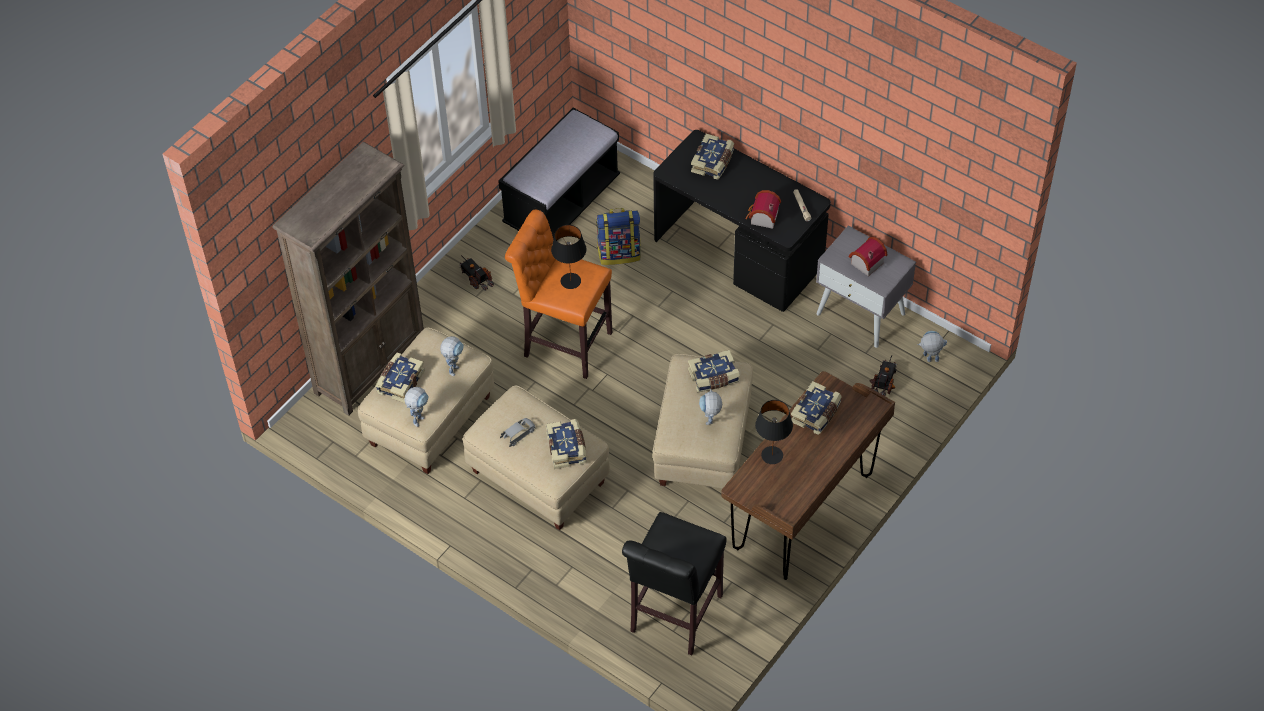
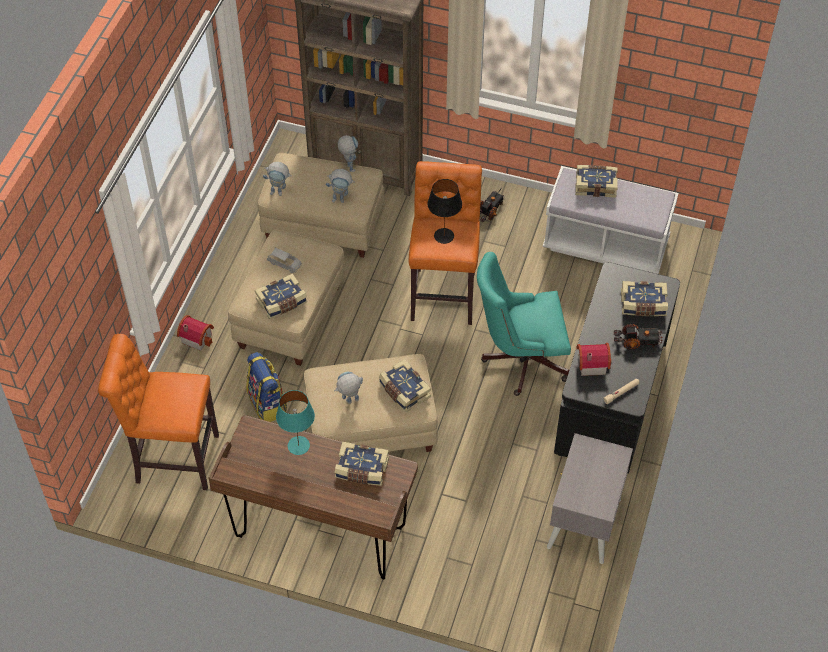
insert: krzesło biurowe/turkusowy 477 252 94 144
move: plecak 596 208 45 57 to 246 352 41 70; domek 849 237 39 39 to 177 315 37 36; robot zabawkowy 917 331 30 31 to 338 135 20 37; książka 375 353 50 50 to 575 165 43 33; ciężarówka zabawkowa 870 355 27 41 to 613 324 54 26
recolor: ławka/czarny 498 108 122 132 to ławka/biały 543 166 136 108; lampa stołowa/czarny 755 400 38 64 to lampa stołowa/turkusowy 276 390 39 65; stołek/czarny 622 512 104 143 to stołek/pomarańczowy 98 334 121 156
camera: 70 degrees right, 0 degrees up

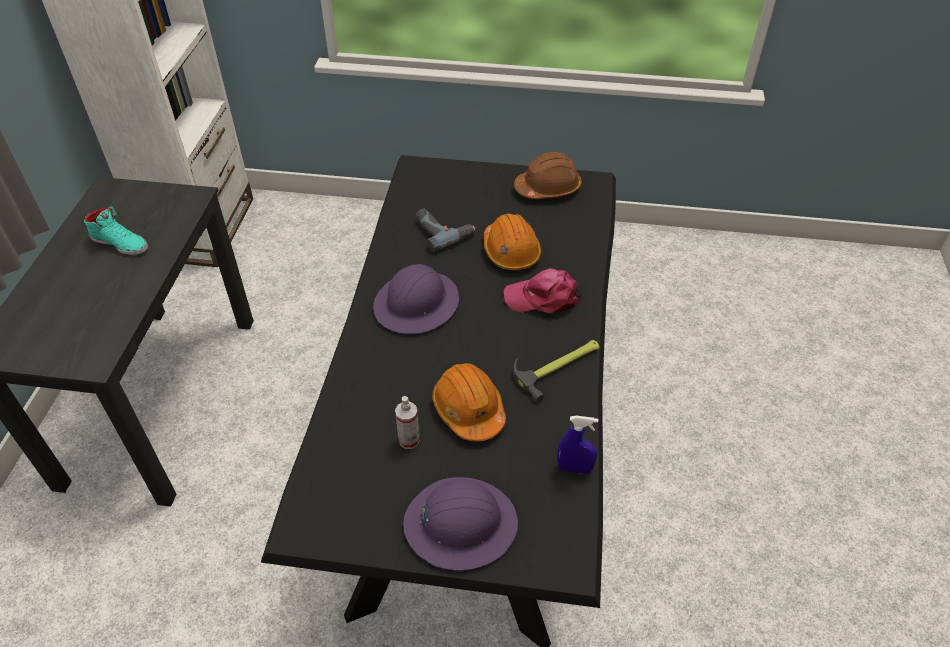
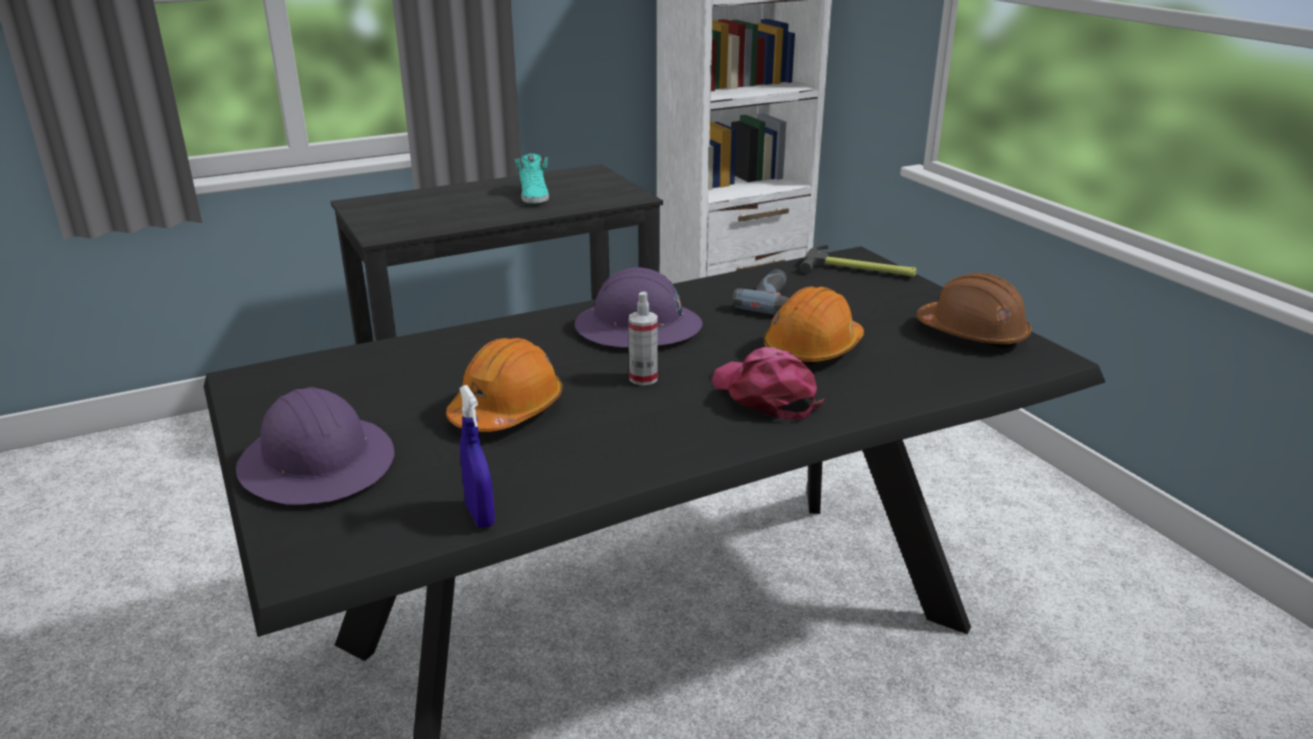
move: młotek 513 340 86 62 to 800 245 117 32; spryskiwacz 395 396 25 53 to 629 291 29 94
camera: 55 degrees right, 20 degrees down

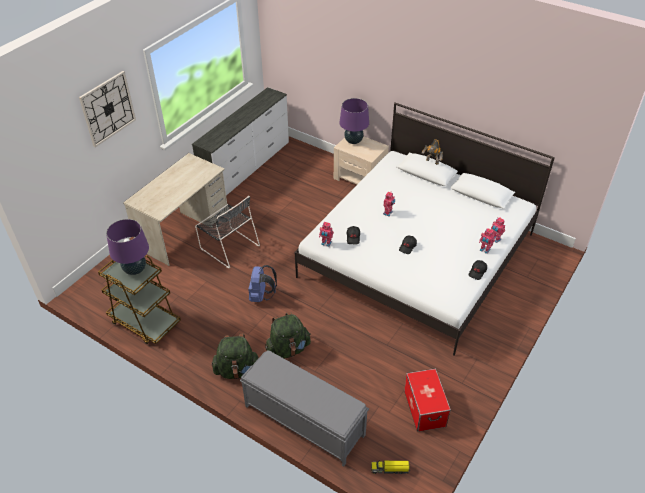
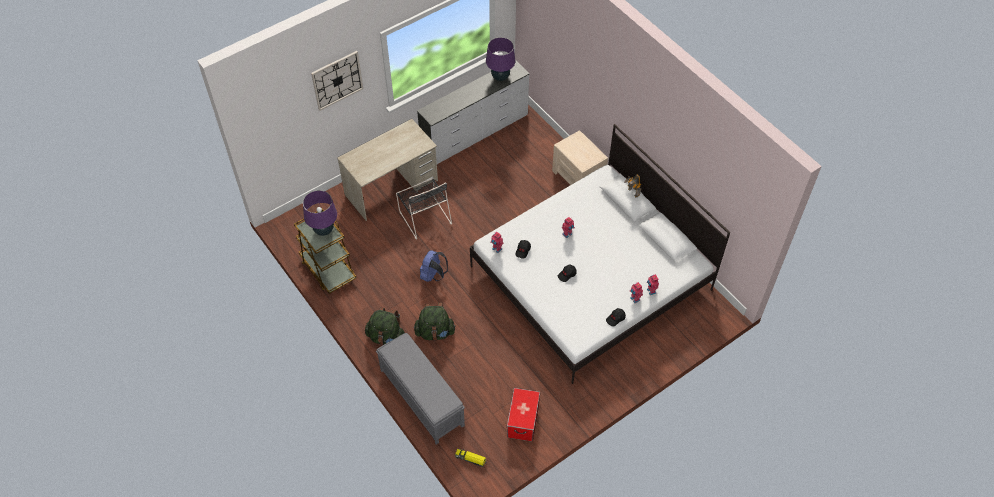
move: lampa stołowa/fioletowy 339 98 30 46 to 486 37 29 44
camera: 20 degrees right, 10 degrees up

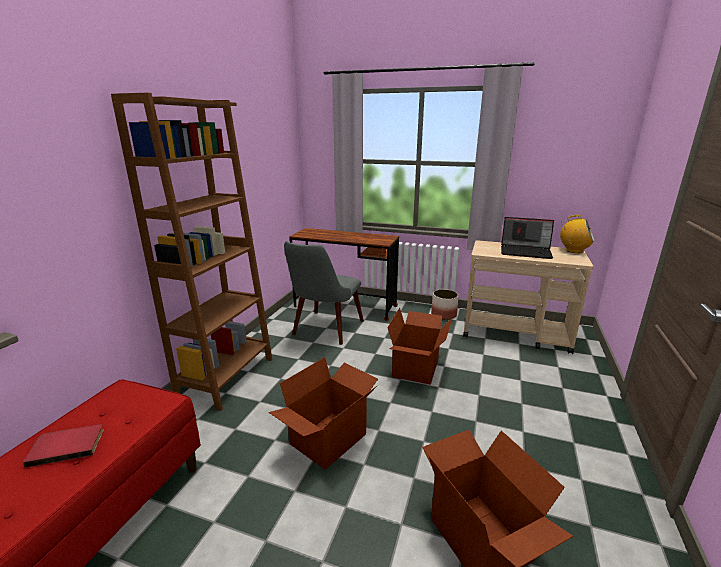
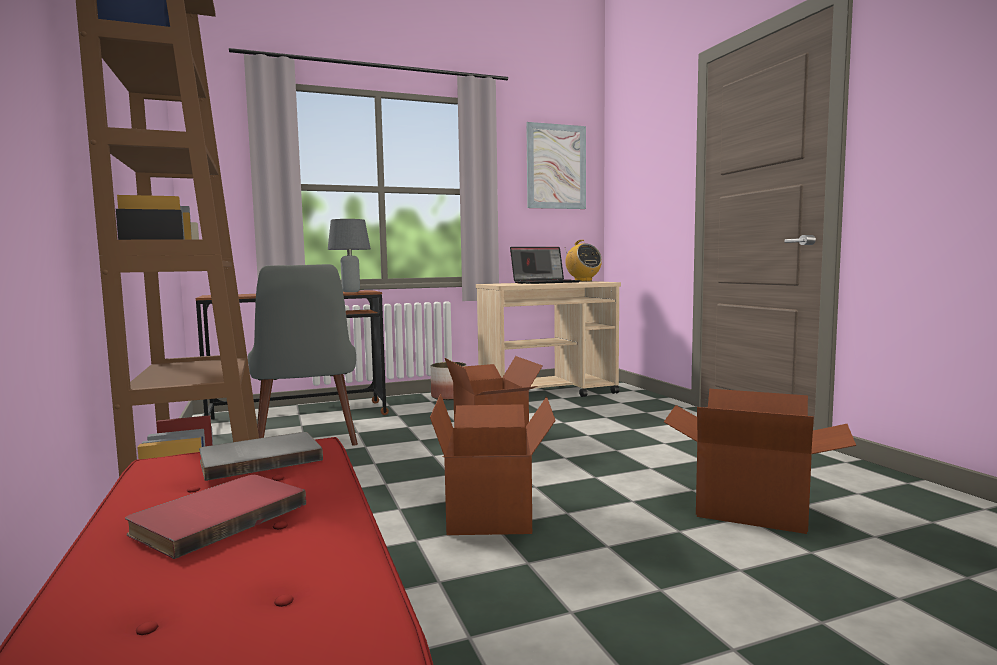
insert: obraz 526 122 60 87; lampa stołowa/szary 328 219 43 73; książka/szary 199 432 124 49
rotate: radio 560 215 34 38 = 565 240 37 41 75 degrees clockwise
camera: 40 degrees left, 15 degrees down

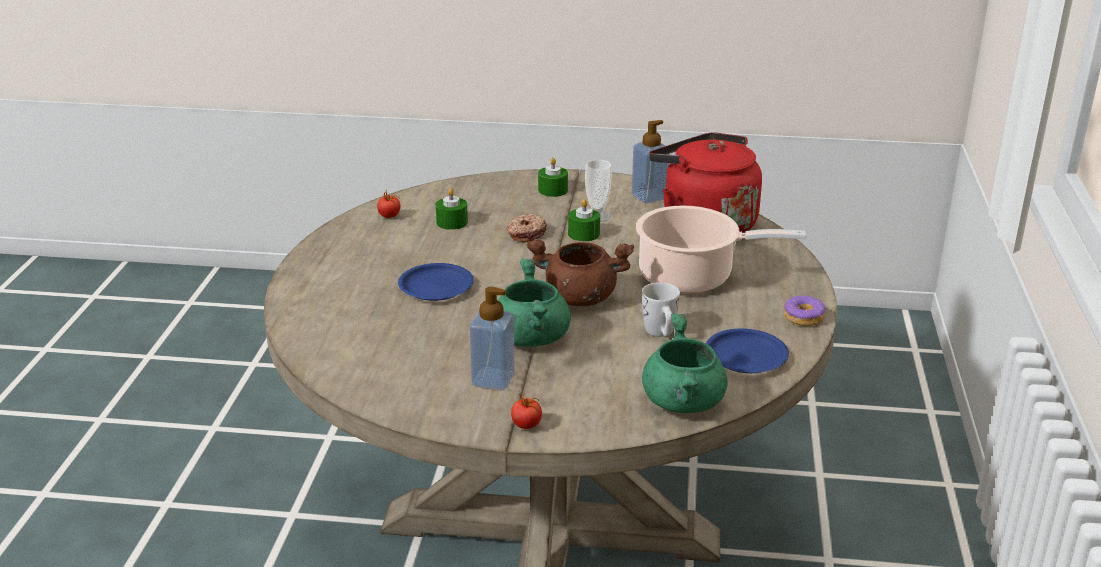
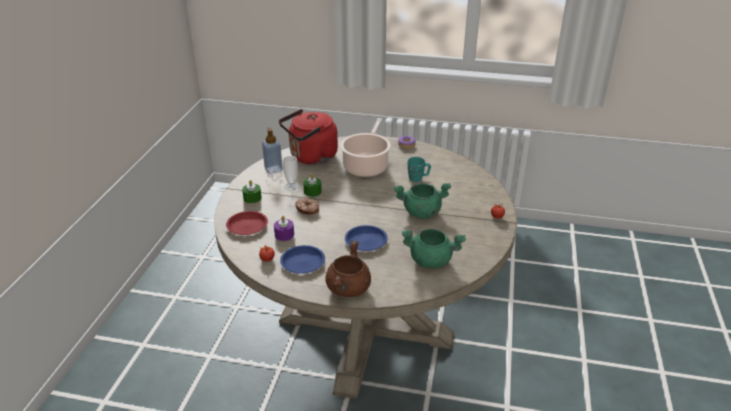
delete: dozownik mydła 469 286 46 104
insert: talerz/czerwony 226 211 42 24
move: garnek/brązowy 526 239 108 68 to 325 240 46 57; garnek/zielony 642 313 86 100 to 402 229 64 39; talerz/niebieski 706 328 83 45 to 280 245 45 29
recolor: świeca/zielony 436 188 32 42 to świeca/fioletowy 274 216 20 25; kubek/biały 642 282 38 55 to kubek/turkusowy 408 157 23 25
camera: 85 degrees left, 5 degrees up

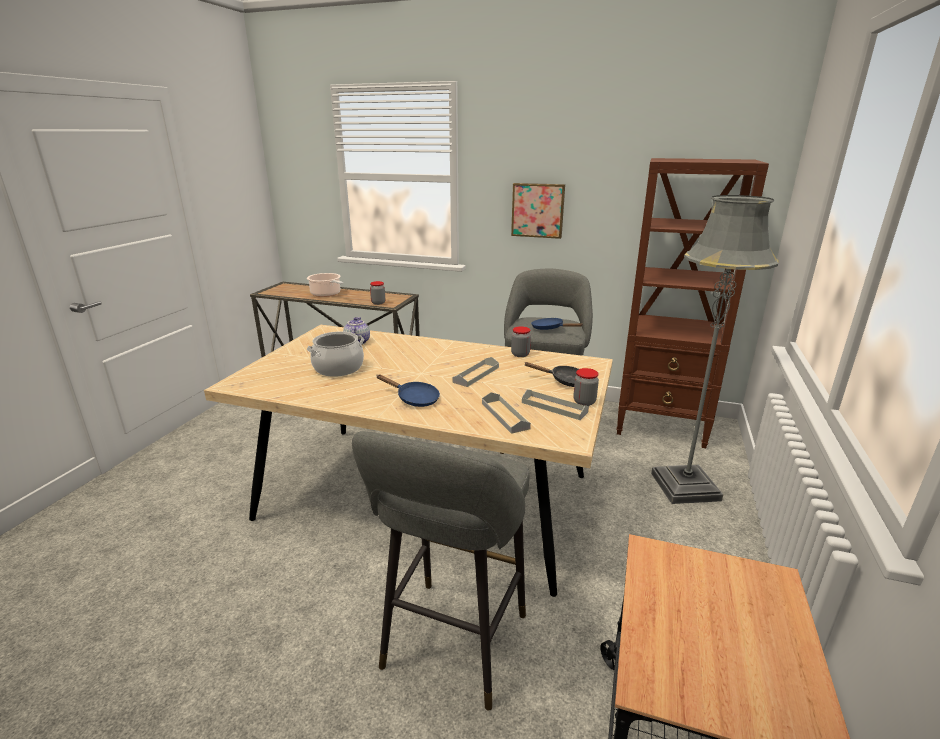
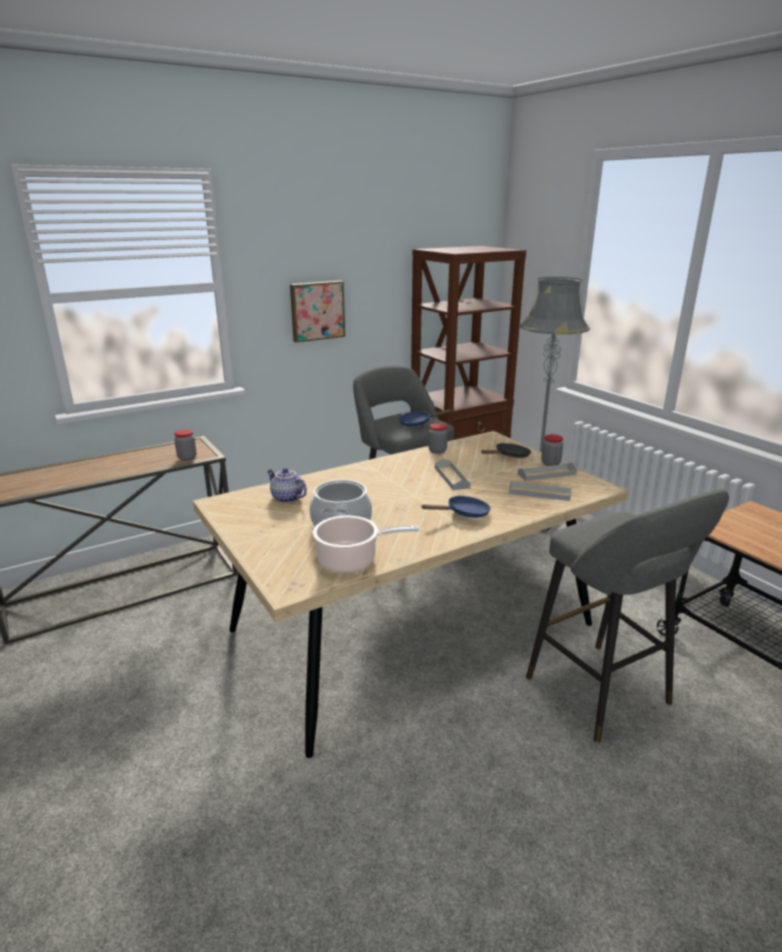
move: garnek 307 273 36 24 to 313 515 106 58
camera: 50 degrees left, 0 degrees up

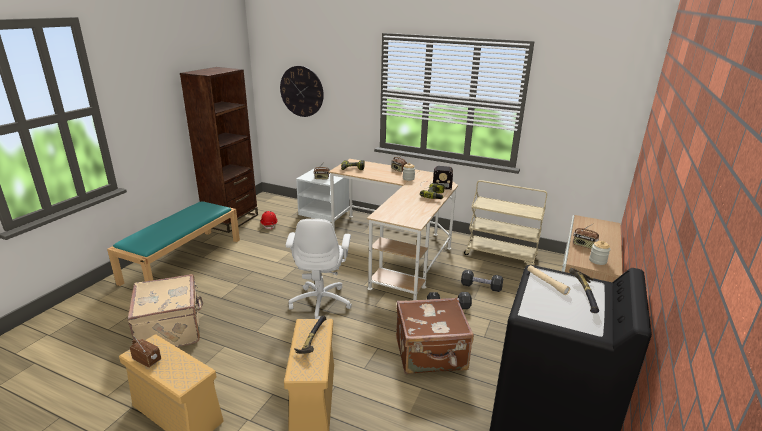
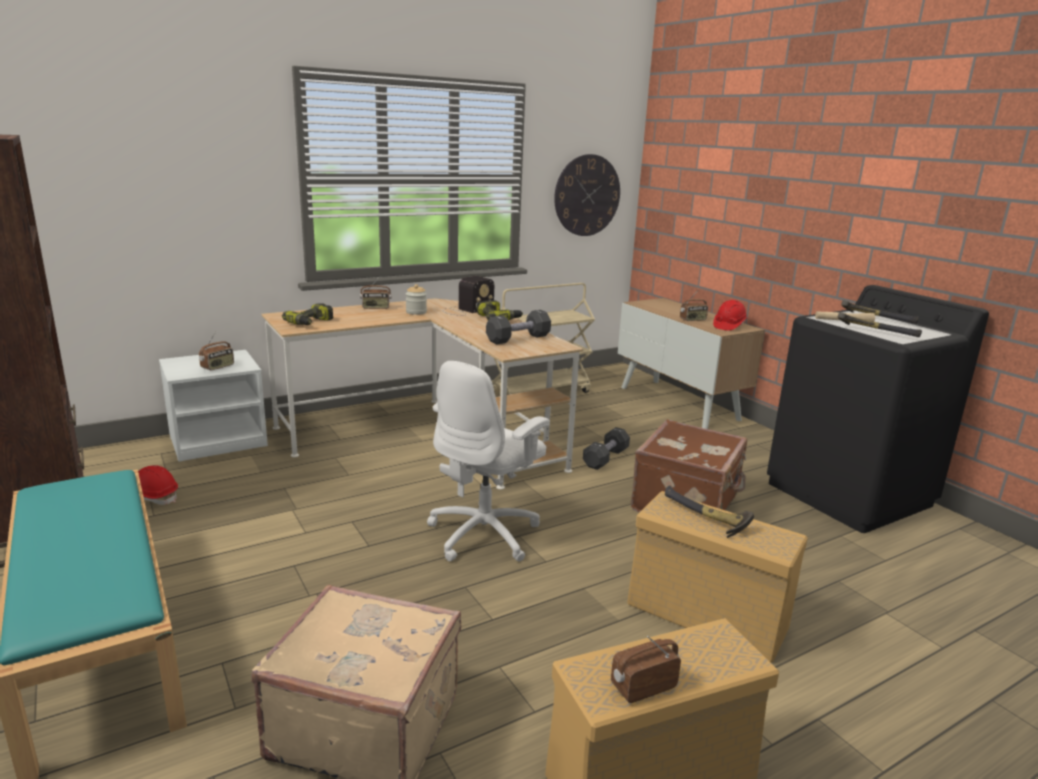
insert: młotek 838 312 84 25
move: zegar ścienny 280 66 44 51 to 554 154 66 82; hantel/czarny 461 270 42 22 to 486 310 65 34
replace: słoik 589 241 21 24 to kask/czerwony 713 300 34 31
rotate: krzesło biurowe/biały 286 219 66 100 = 427 361 123 201 90 degrees clockwise
camera: 55 degrees left, 5 degrees down

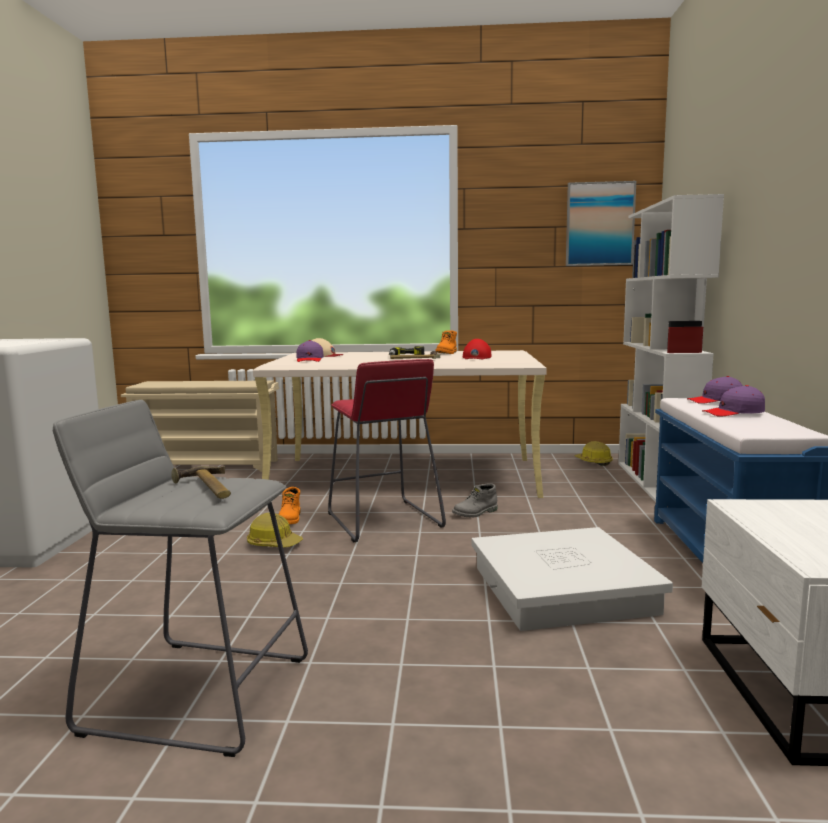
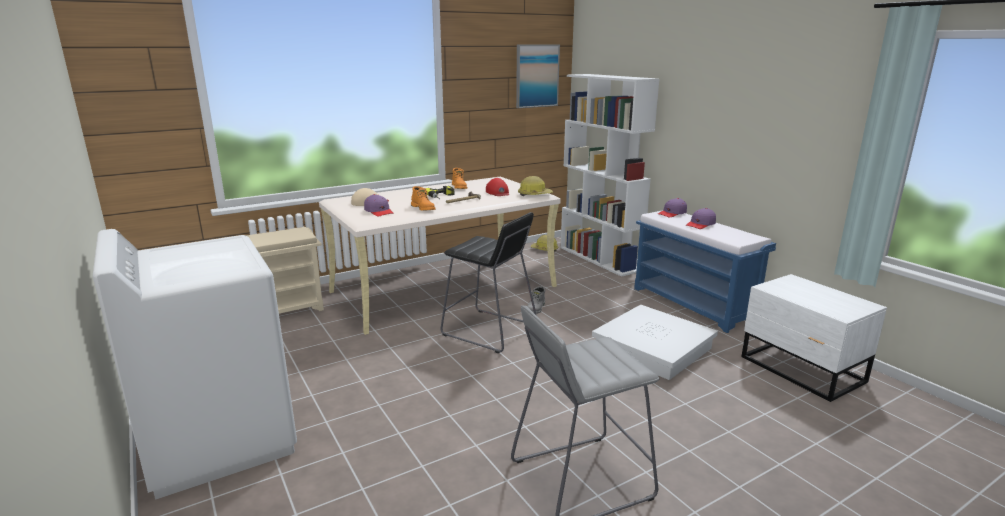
delete: młotek 171 466 60 33
move: but z cholewką/pomarańczowy 279 487 21 37 to 411 186 25 24; kask 247 513 56 34 to 518 176 35 20
recolor: stołek/czerwony 328 359 118 183 to stołek/czarny 440 212 97 141
camera: 35 degrees left, 10 degrees up

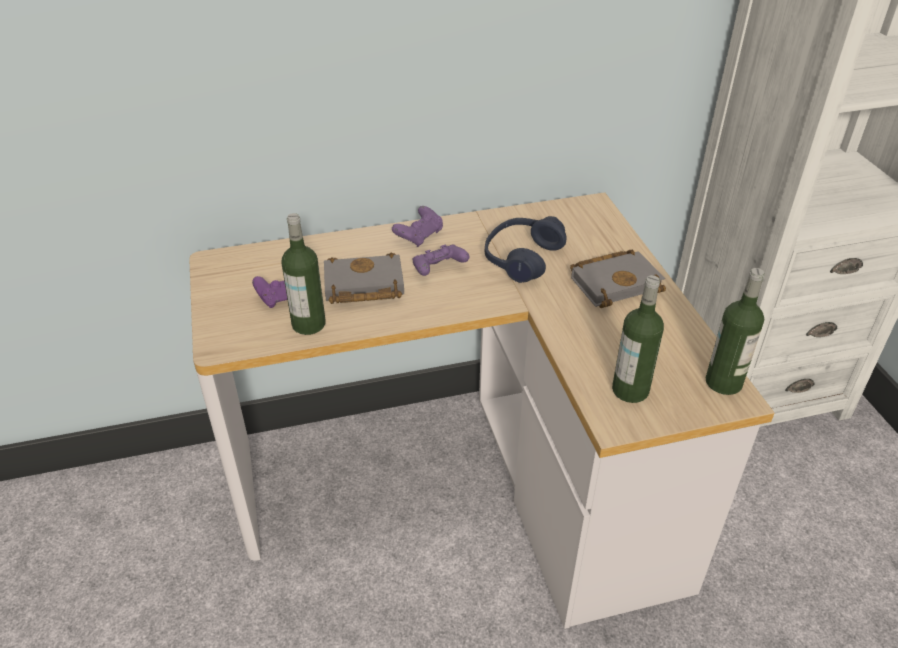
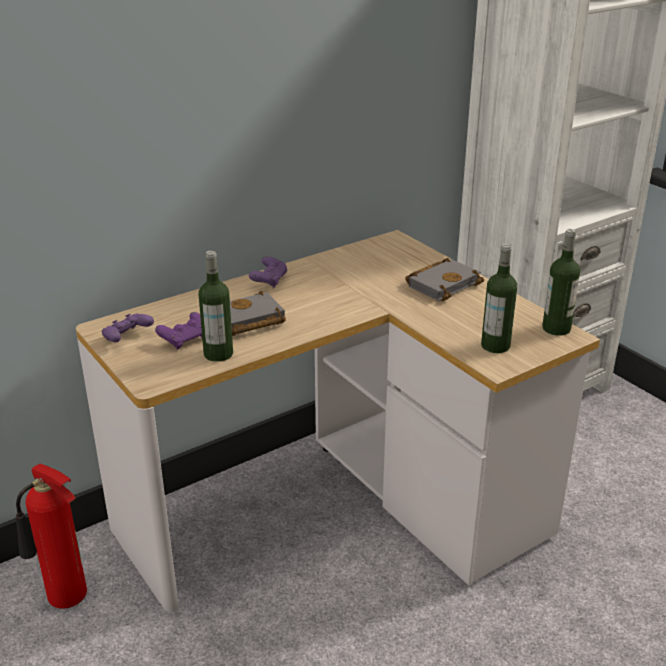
delete: słuchawki/niebieski 485 216 82 67
insert: gaśnica 16 463 71 146
move: pad do gier/fioletowy 413 244 56 32 to 101 313 53 29
camera: 20 degrees left, 10 degrees down

